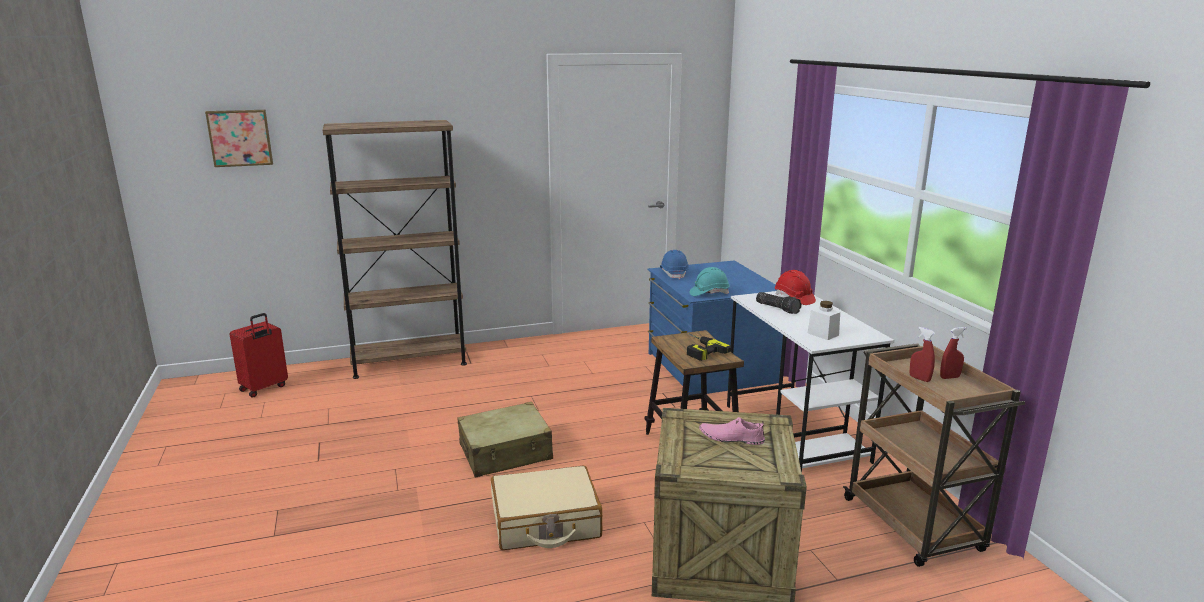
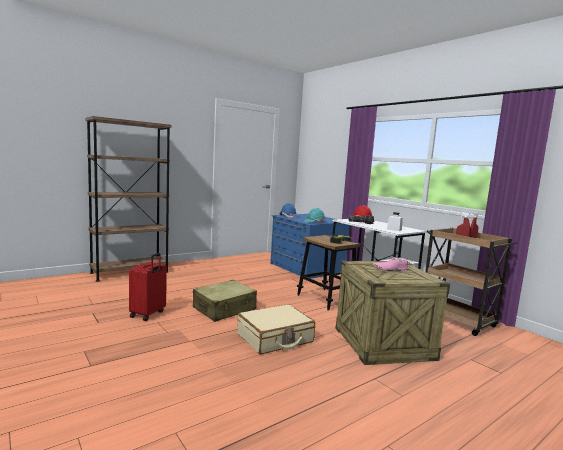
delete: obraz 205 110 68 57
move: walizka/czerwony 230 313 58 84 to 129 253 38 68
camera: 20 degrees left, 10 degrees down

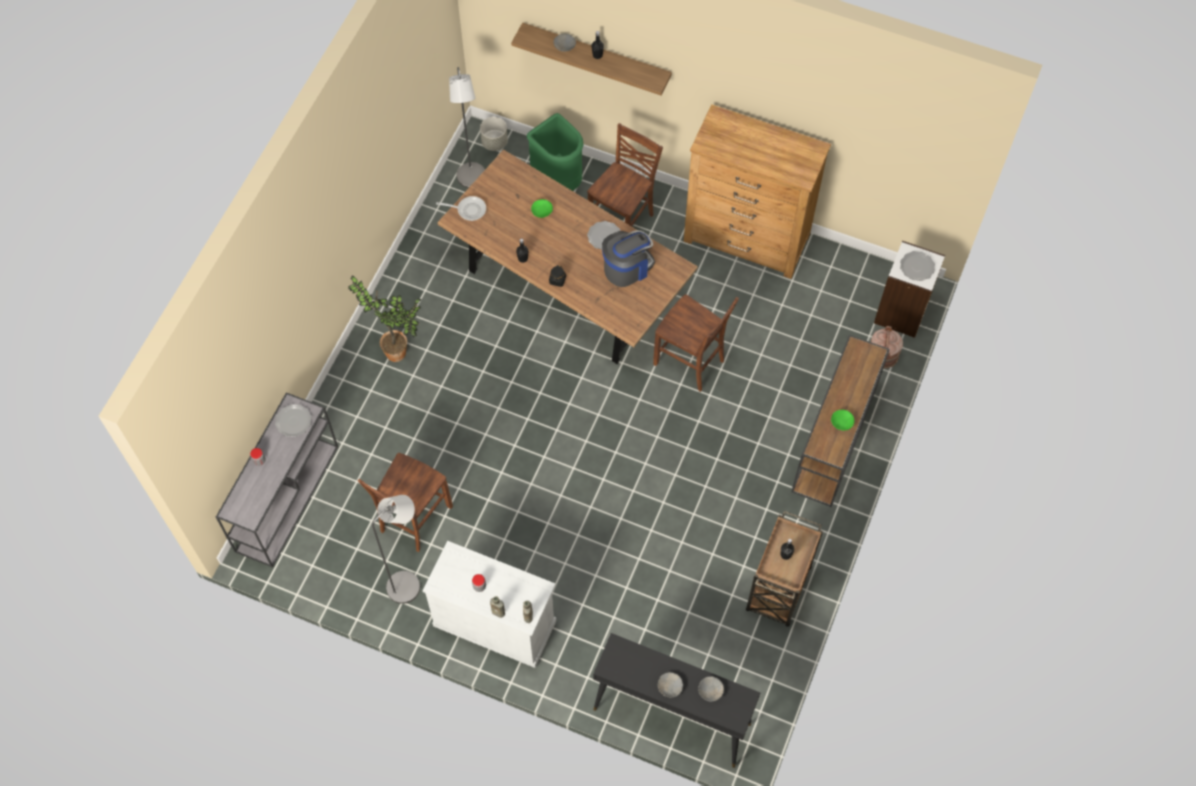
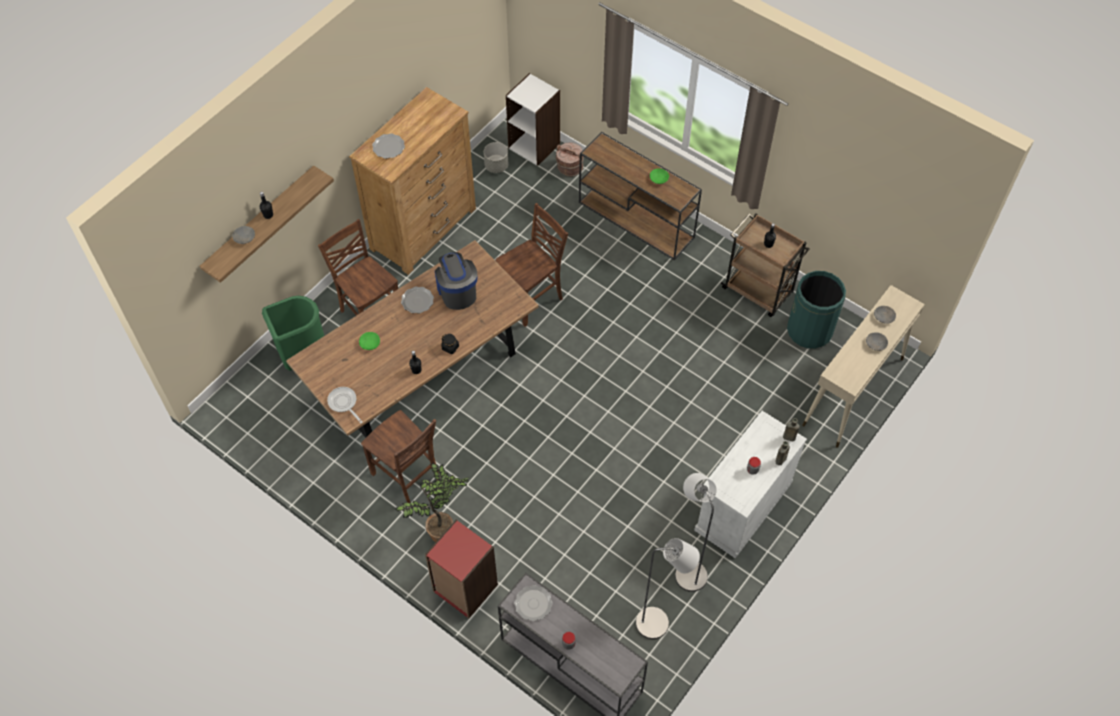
insert: kosz na śmieci/zielony 787 271 59 78; regał/czerwony 425 520 73 99
move: lampa stojąca/szary 449 67 36 121 to 636 538 64 101; donica/szary 480 117 28 34 to 484 142 24 31; talerz 900 251 35 30 to 372 133 33 26; krzesło/brązowy 358 453 95 99 to 361 410 77 93
recolor: stolik konsolowy/czarny 593 633 167 135 to stolik konsolowy/beżowy 802 285 123 163
rotate: patelnia 436 196 50 25 = 327 387 35 36 60 degrees counterclockwise
camera: 75 degrees left, 5 degrees down

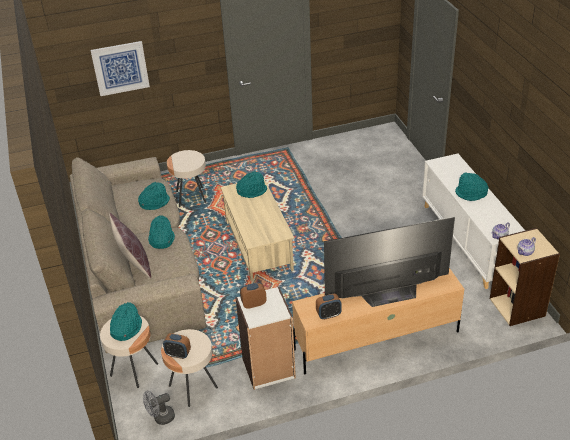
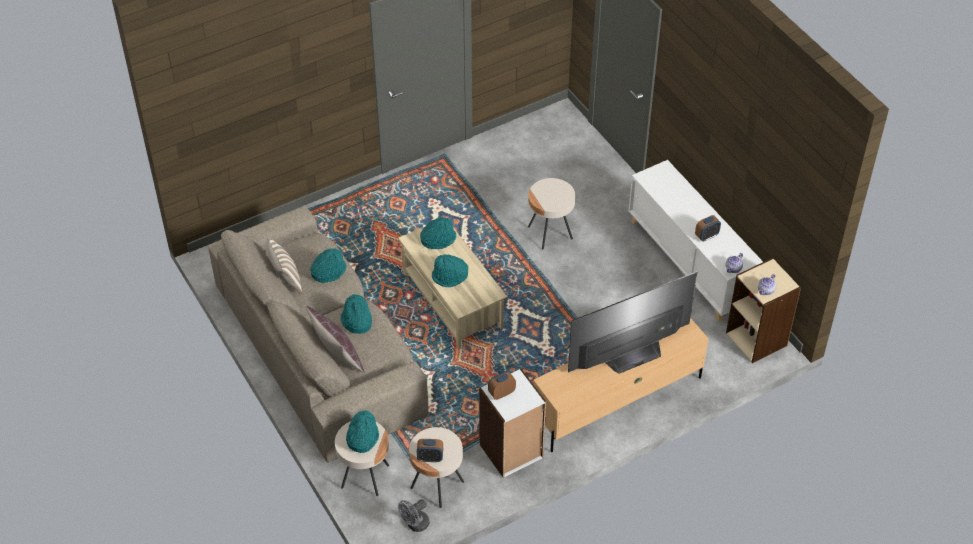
delete: obraz 91 41 59 55
insert: poduszka 267 238 35 55
move: stolik/beżowy 167 150 39 57 to 528 178 48 71; kapelusz/turkusowy 455 173 33 28 to 432 254 36 33; budzik 316 294 26 26 to 695 215 26 26
camera: 15 degrees left, 10 degrees up

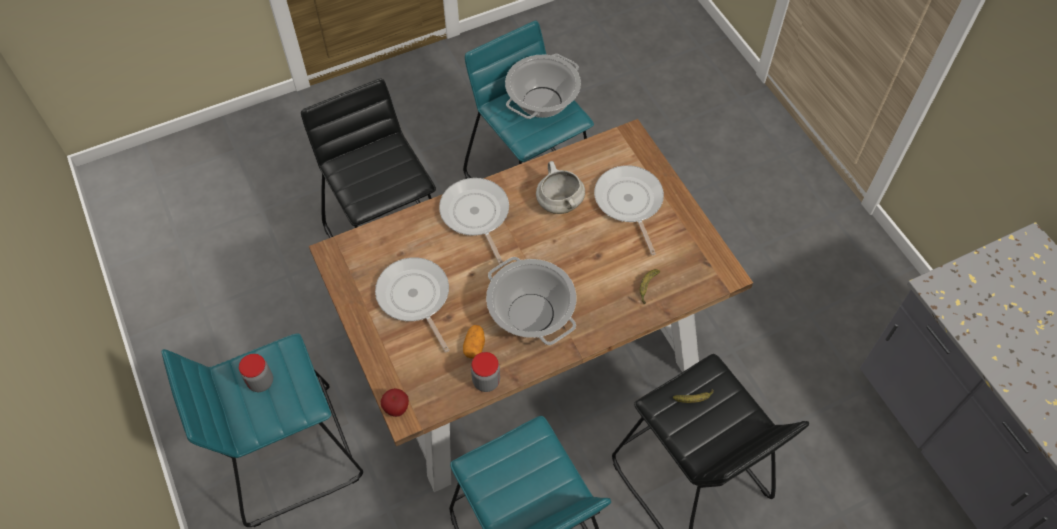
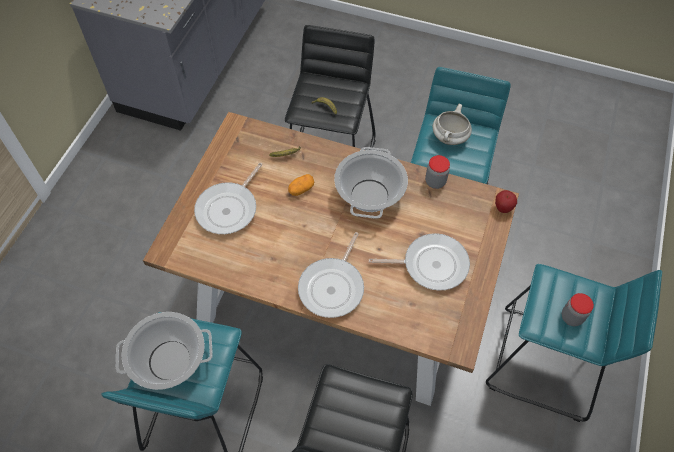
move: garnek/biały 536 161 49 53 to 433 104 39 41; ziemniak 463 325 22 34 to 288 174 26 22
rotate: patelnia 375 257 74 96 = 369 233 101 58 105 degrees counterclockwise
camera: 135 degrees left, 0 degrees up

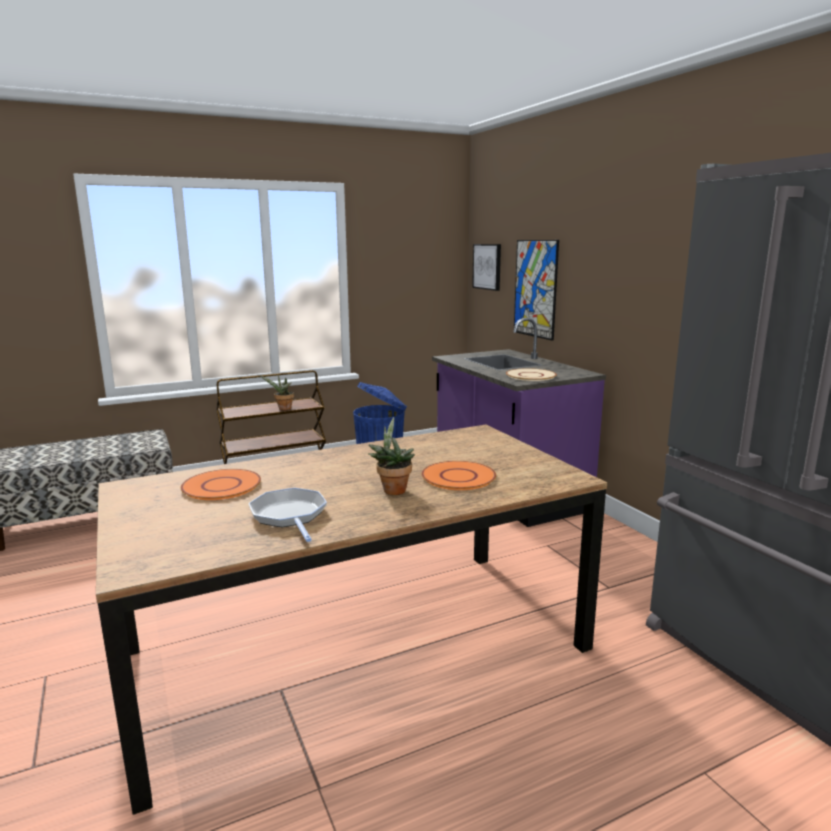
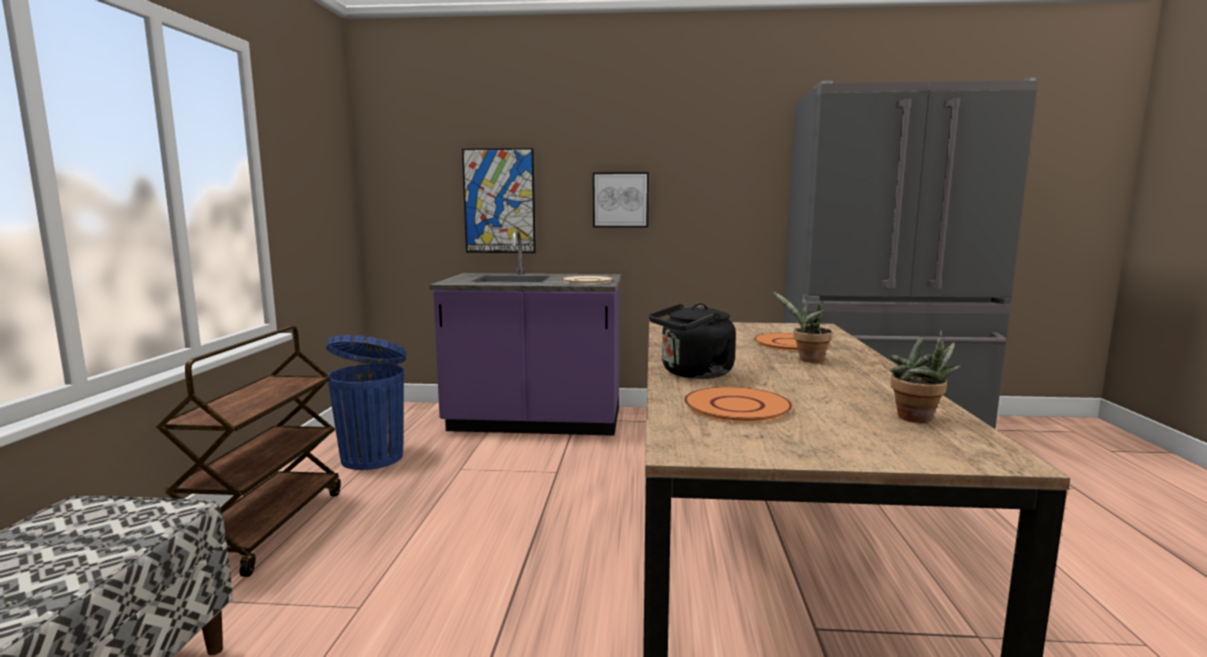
delete: patelnia 249 488 78 54
insert: czajnik/czarny 649 303 87 76
move: obraz 472 244 29 47 to 593 172 56 56; roślina doniczkowa 260 375 34 35 to 890 330 71 93
camera: 60 degrees left, 5 degrees down

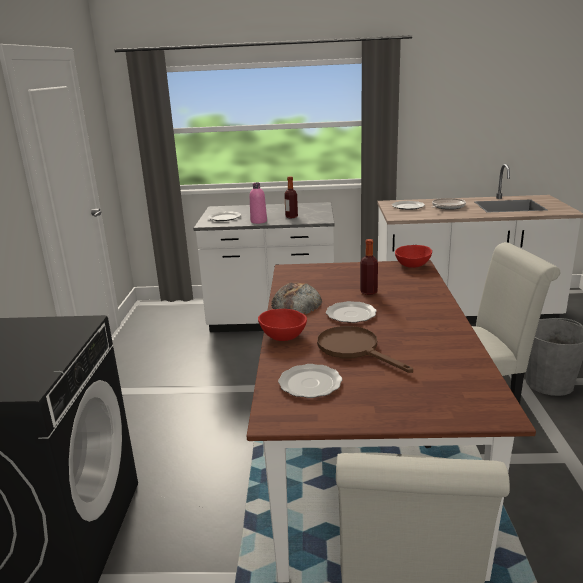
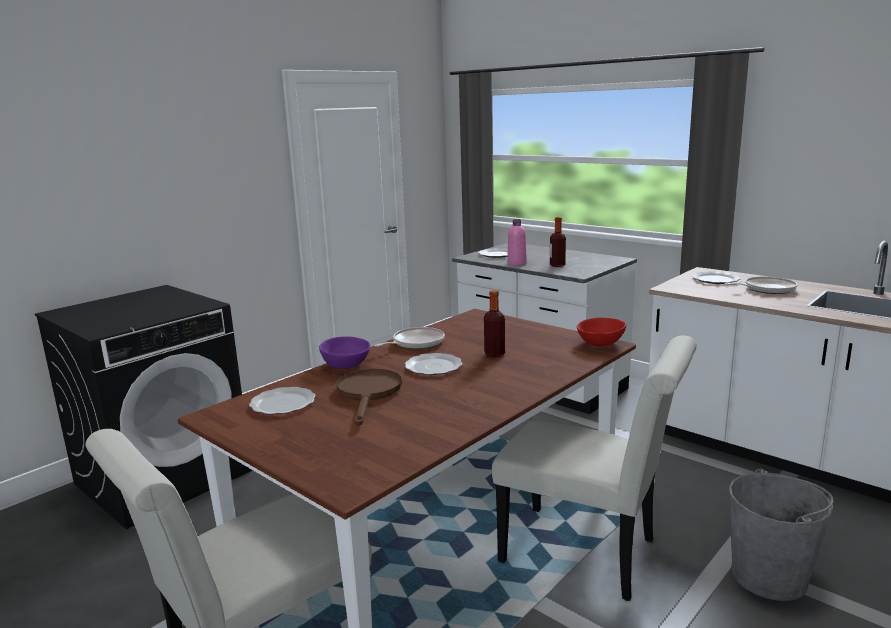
replace: chleb 271 282 51 32 to patelnia 374 327 71 22
recolor: miska/czerwony 258 309 49 32 to miska/fioletowy 319 336 51 33
camera: 40 degrees right, 5 degrees down

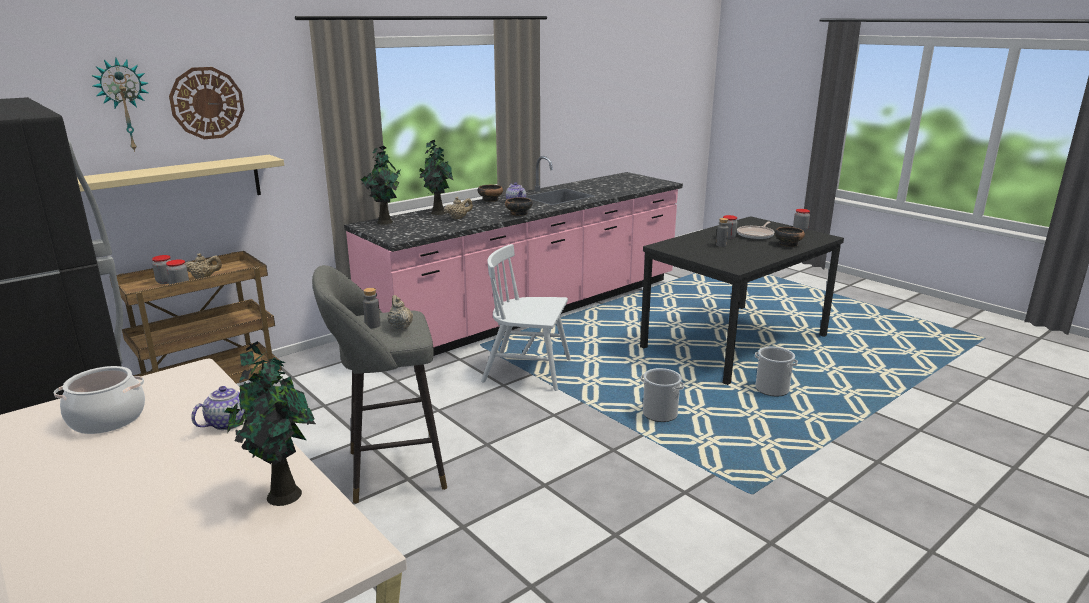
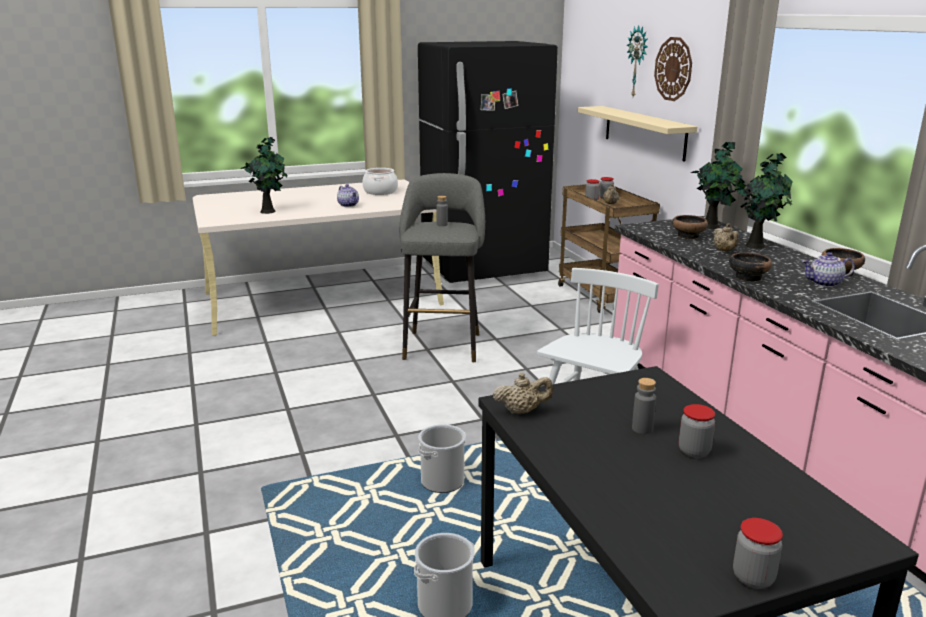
delete: patelnia 737 221 37 19
move: miska 775 227 30 20 to 672 215 36 24; imbryk/beżowy 387 295 26 34 to 493 373 60 41
camera: 110 degrees right, 0 degrees up

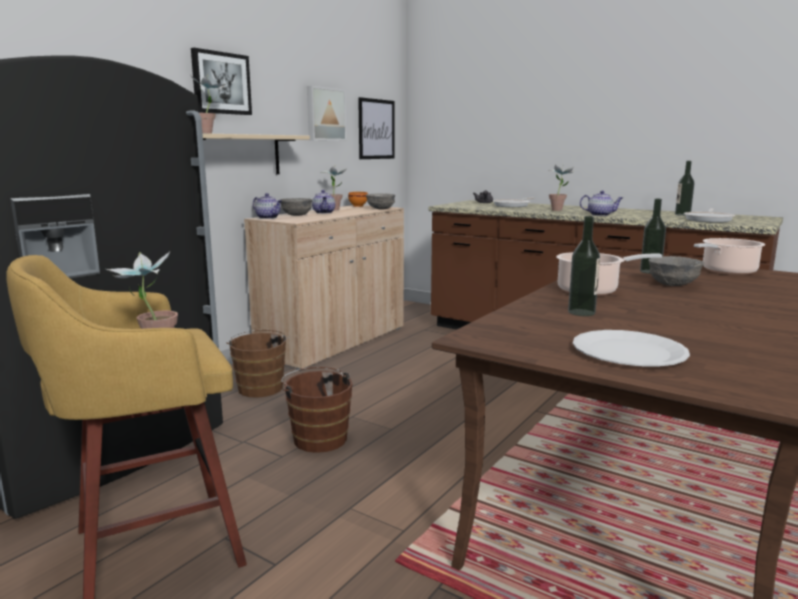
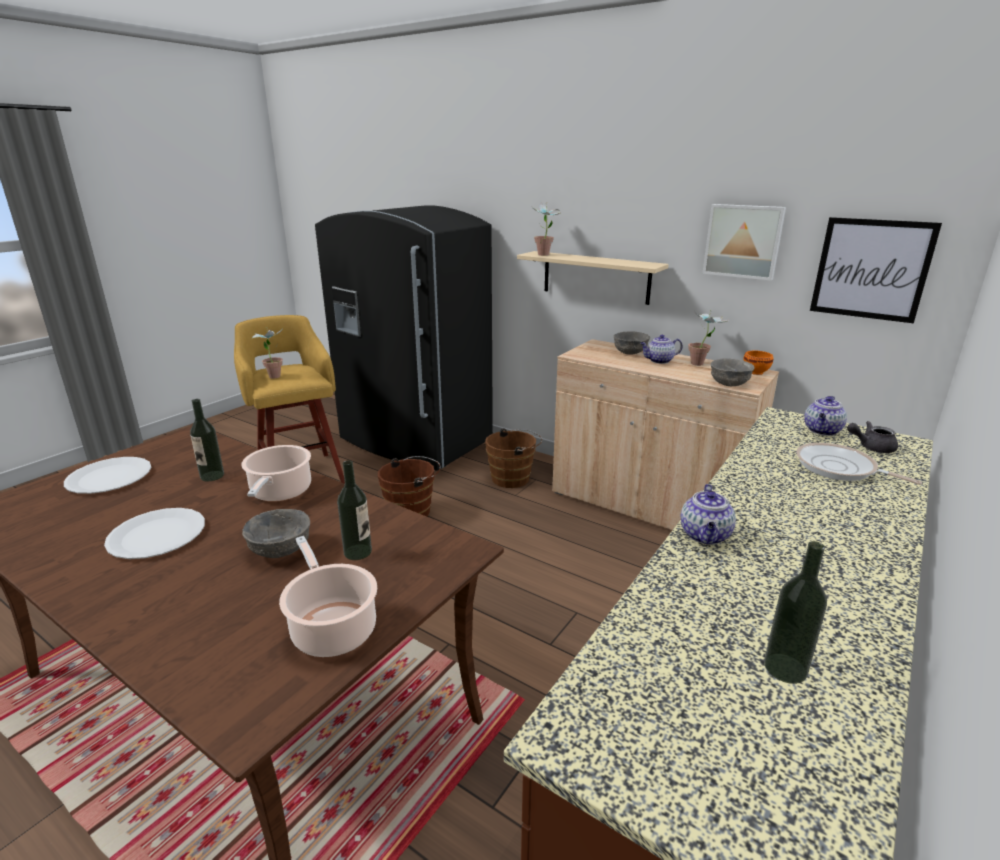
delete: obraz 191 48 61 67; roślina doniczkowa 549 164 25 47; patelnia 684 209 51 14
insert: talerz/biały 104 508 101 51
move: imbryk 253 193 29 26 to 804 396 43 40
camera: 90 degrees right, 10 degrees up

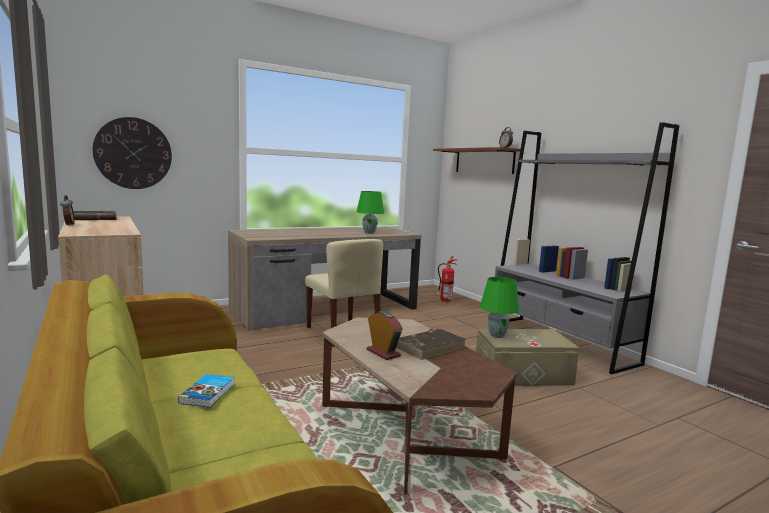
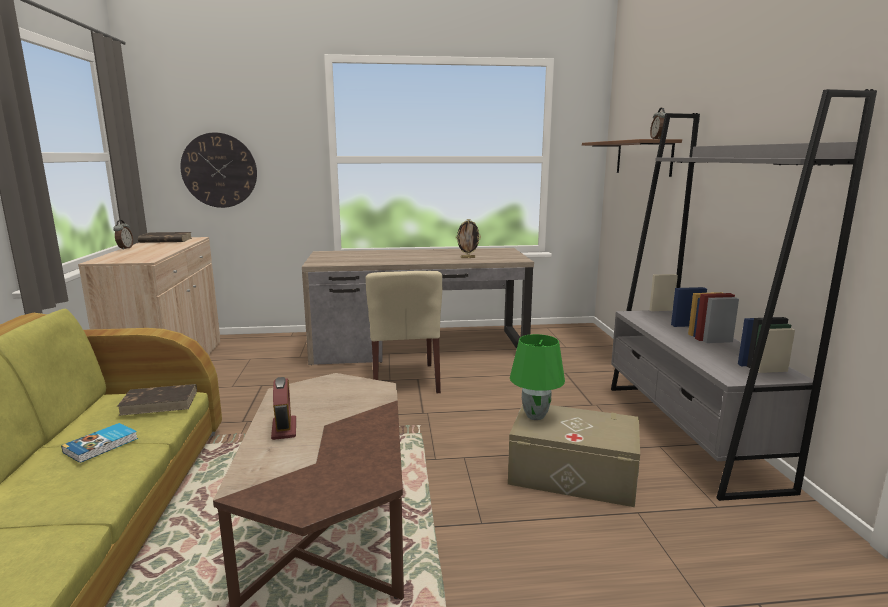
delete: gaśnica 435 256 22 46
move: książka/brązowy 396 329 70 31 to 117 384 80 32
replace: lampa stołowa/zielony 357 191 27 43 to ramka na zdjęcie 456 219 25 39
camera: 25 degrees right, 5 degrees up

